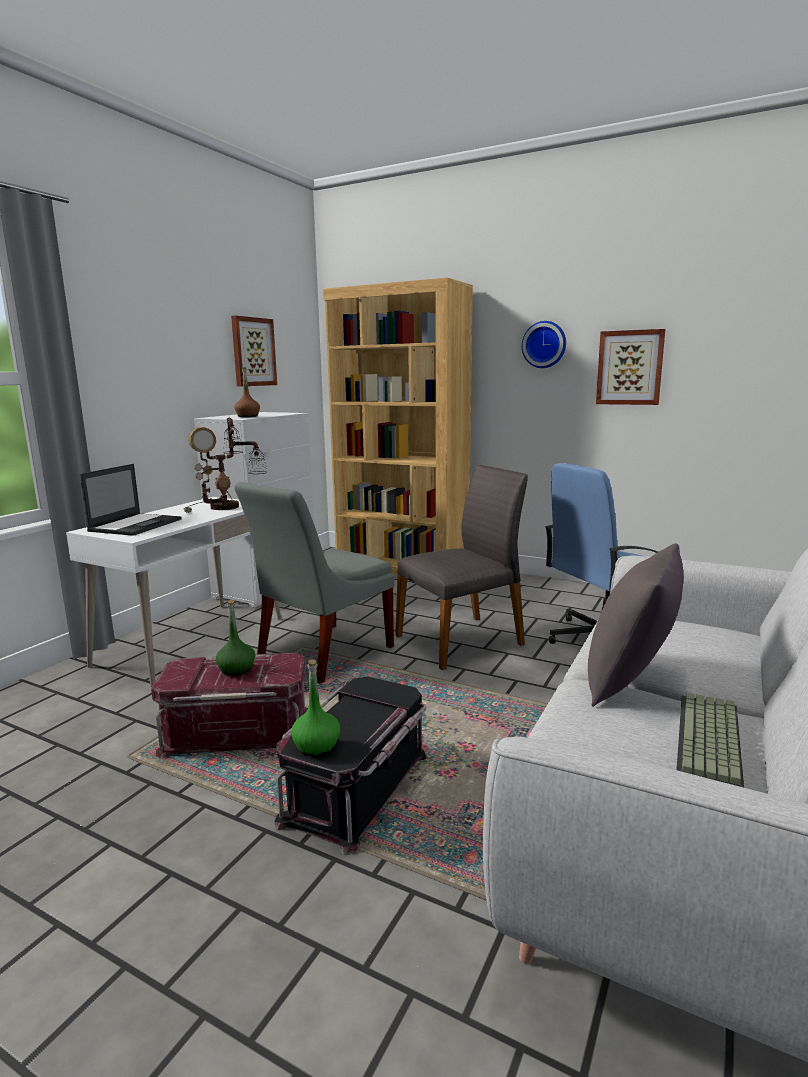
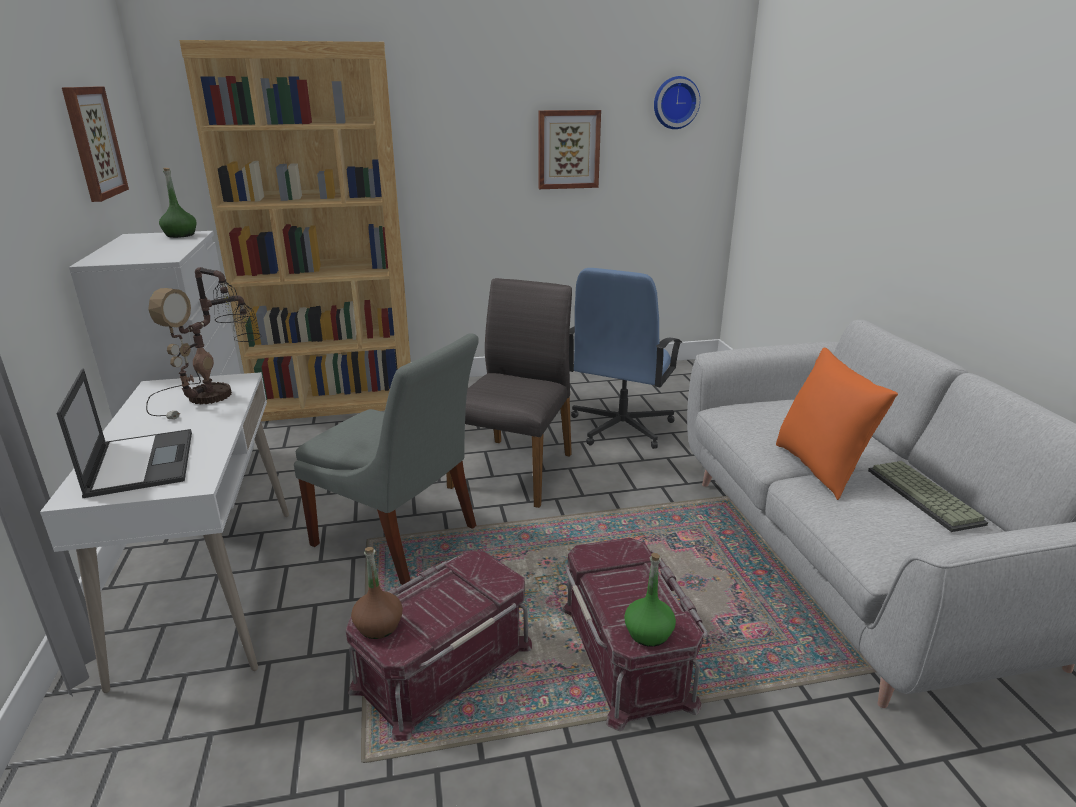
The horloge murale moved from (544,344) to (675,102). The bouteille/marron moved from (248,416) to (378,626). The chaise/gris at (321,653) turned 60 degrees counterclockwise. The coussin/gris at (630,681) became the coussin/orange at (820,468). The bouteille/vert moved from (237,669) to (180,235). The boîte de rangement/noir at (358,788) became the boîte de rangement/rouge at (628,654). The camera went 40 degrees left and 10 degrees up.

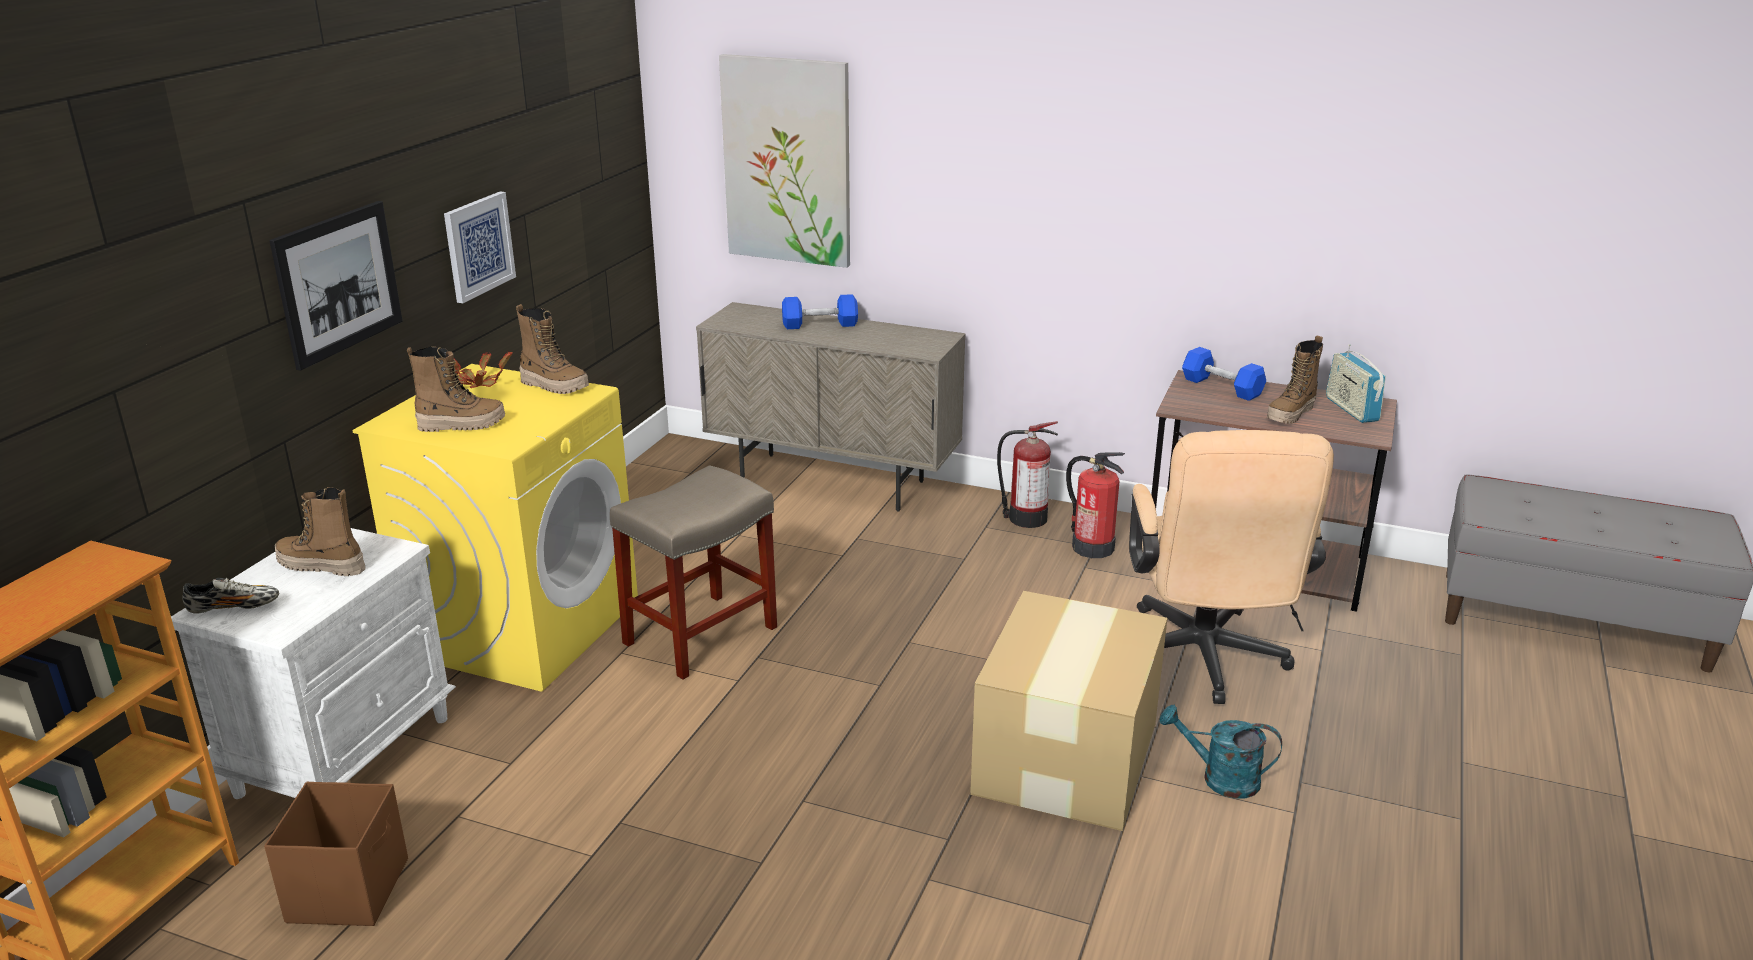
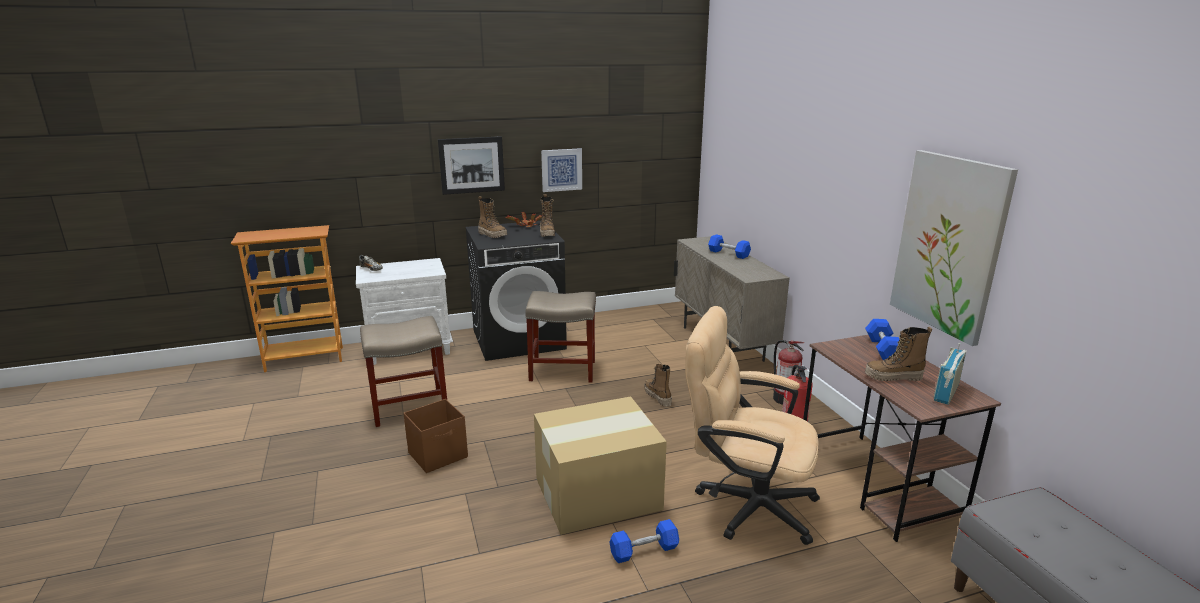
The tableau moved from (787,161) to (949,244). The lave-linge/jaune at (523,626) became the lave-linge/noir at (519,339). The chaise de bureau/beige at (1204,662) turned 60 degrees clockwise. The botte moved from (321,566) to (657,397). The arrosoir/turquoise at (1220,779) was replaced by the haltère/bleu at (644,550). The boîte de rangement/marron moved from (350,890) to (439,455). The tabouret/beige at (408,408) appeared. The camera went 50 degrees right and 5 degrees down.

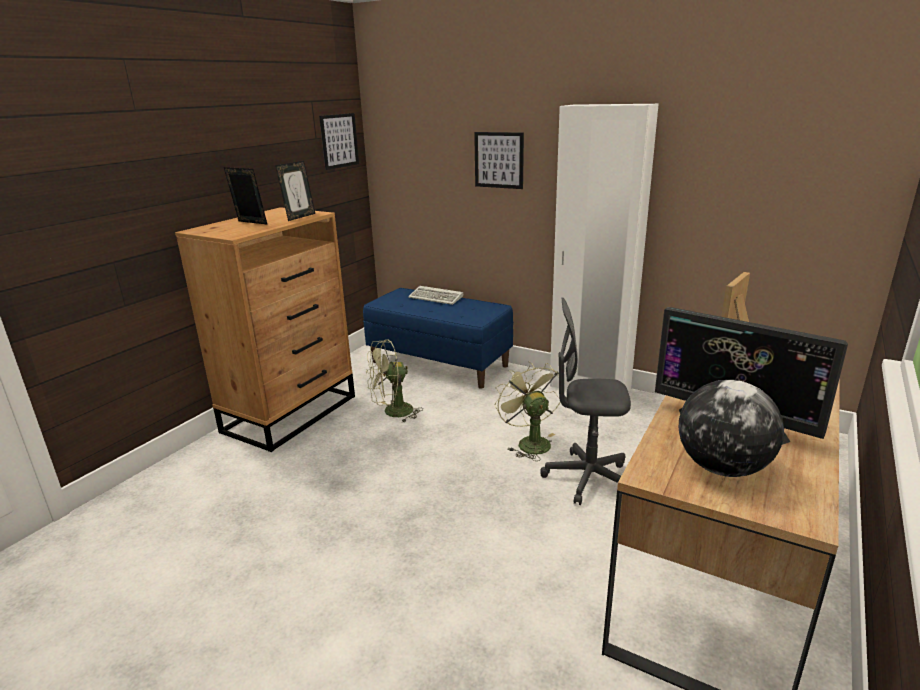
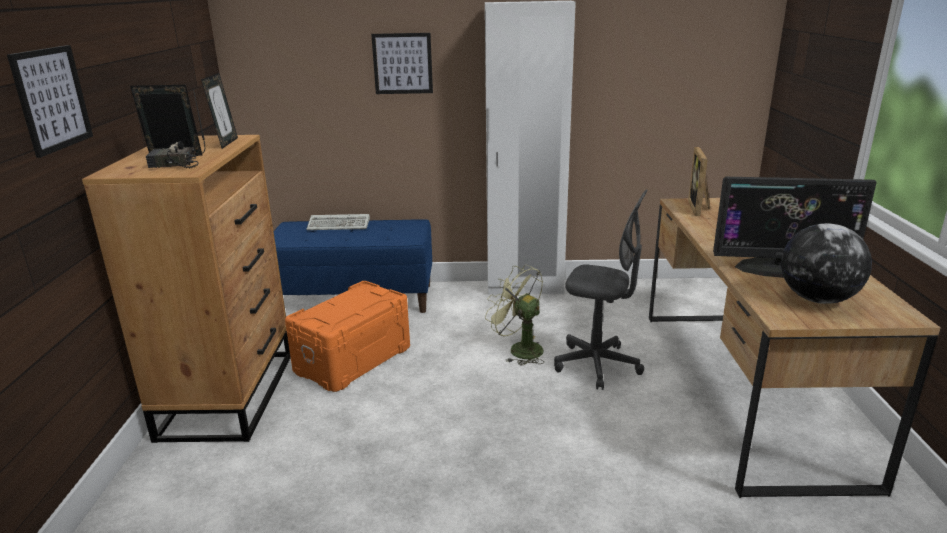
The tableau moved from (339,141) to (52,99). The chaise de bureau/gris at (587,478) turned 135 degrees counterclockwise. The ventilateur/vert at (392,413) was replaced by the boîte de rangement/orange at (354,360). The radio at (174,165) appeared. The camera went 30 degrees left and 0 degrees up.

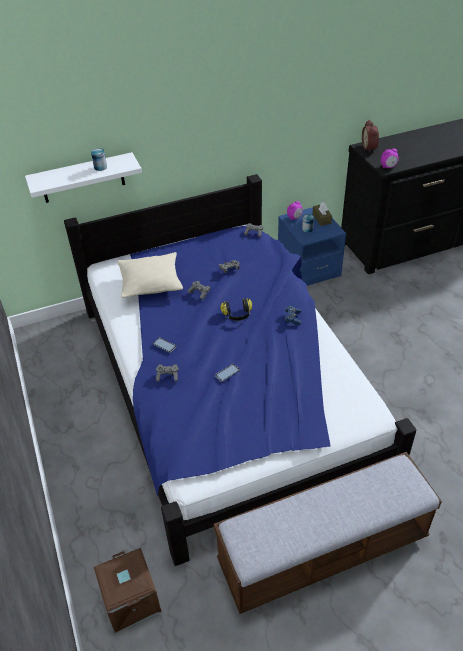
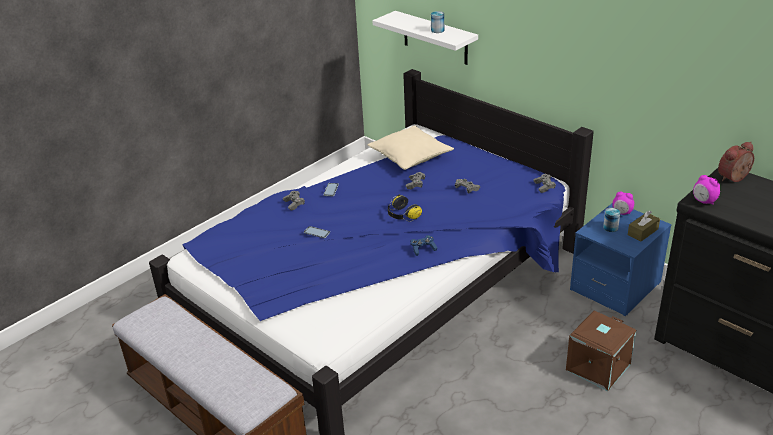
The boîte de rangement/marron moved from (130,600) to (597,366). The camera went 65 degrees right and 10 degrees down.

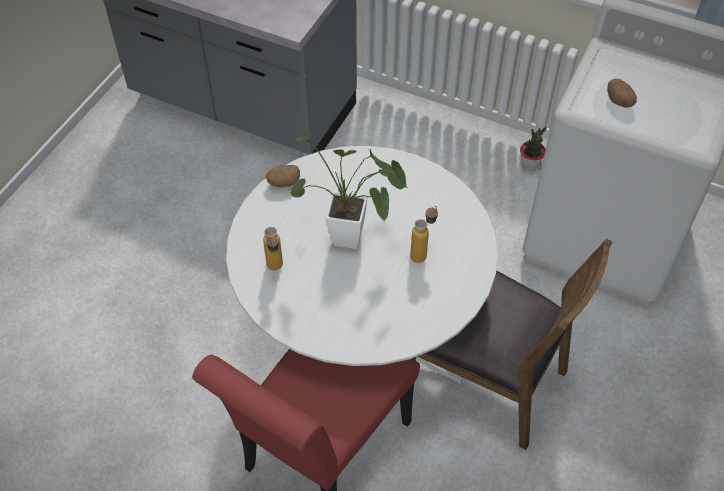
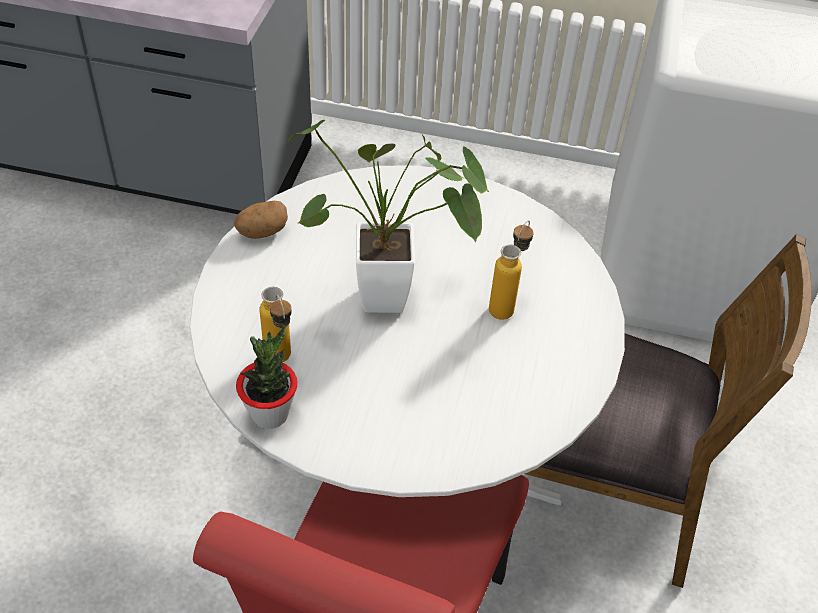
The pomme de terre at (619,102) disappeared. The plante en pot moved from (529,164) to (270,413). The camera went 15 degrees left and 5 degrees down.

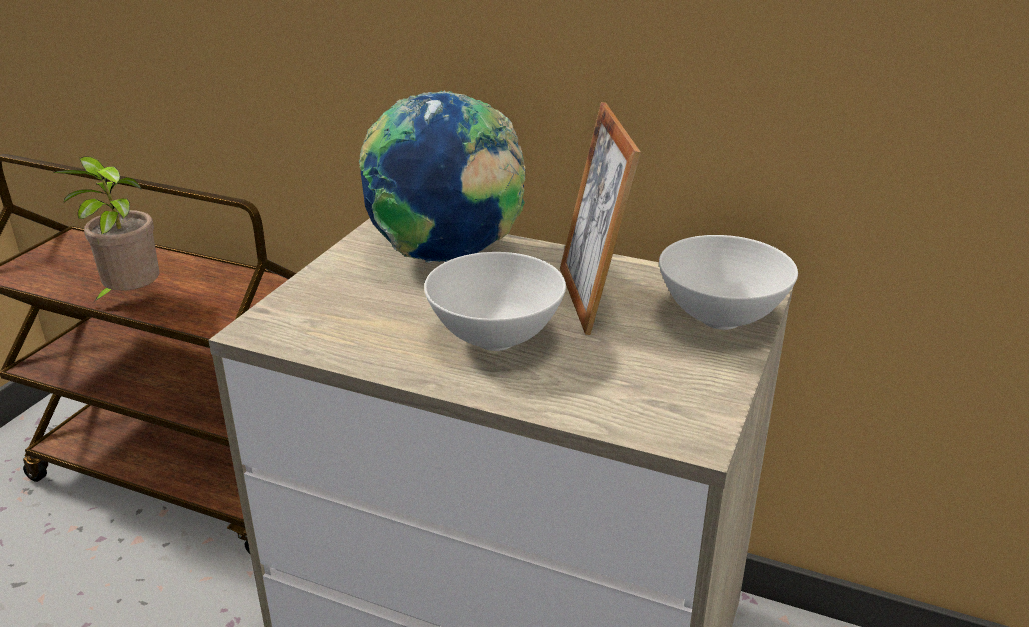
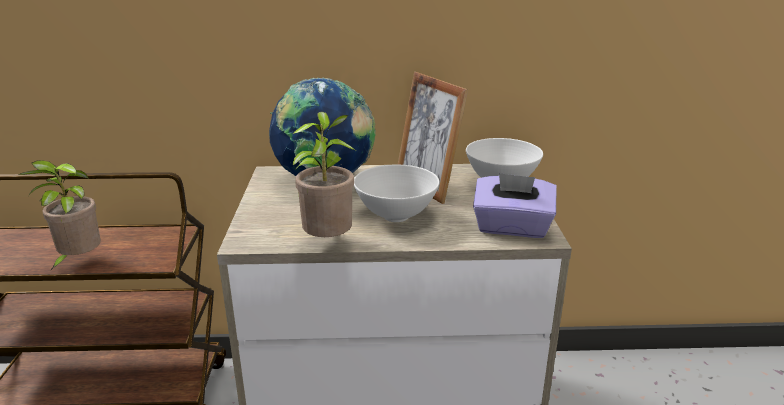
The plante en pot at (328,242) appeared. The boîte à mouchoirs/violet at (512,228) appeared. The camera went 25 degrees left and 5 degrees down.

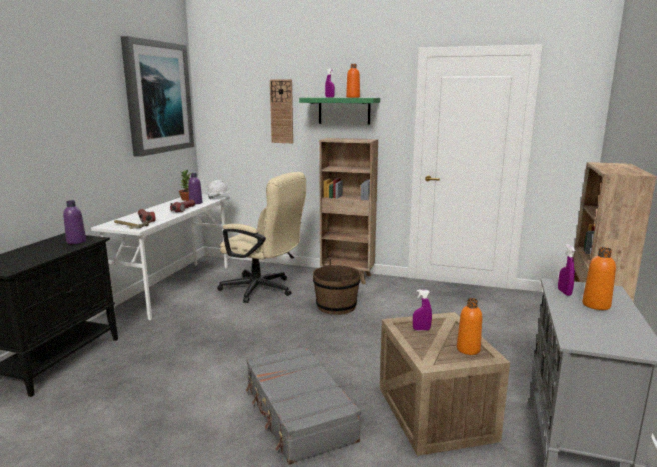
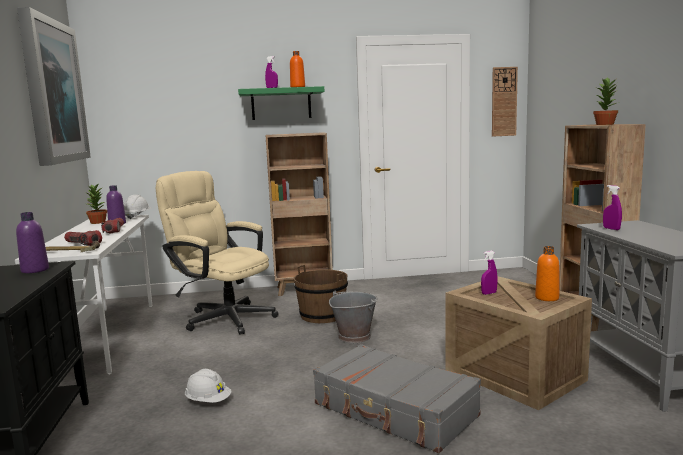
The horloge murale moved from (281,111) to (504,101). The chaise de bureau/beige at (263,290) turned 150 degrees counterclockwise. The bouteille/orange at (596,305) disappeared. The plante en pot at (605,124) appeared. The seau/gris at (354,336) appeared. The casque de chantier/blanc at (208,401) appeared. The camera went 25 degrees left and 5 degrees down.

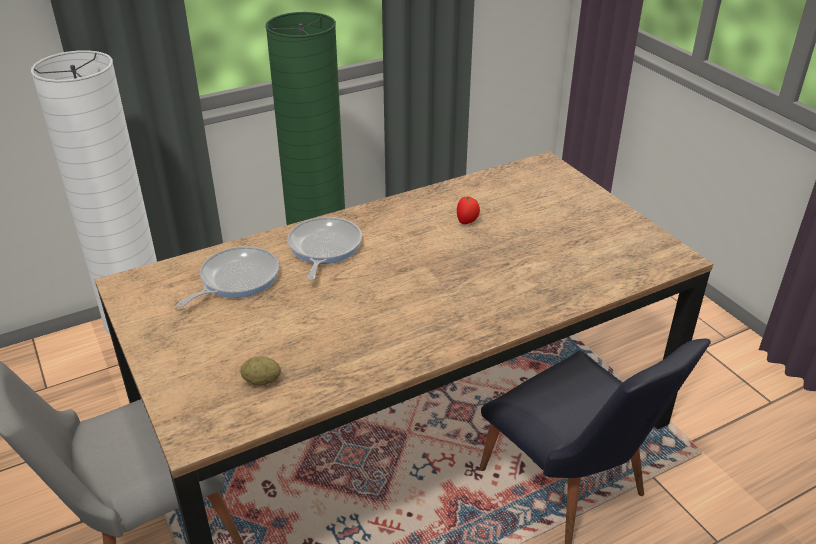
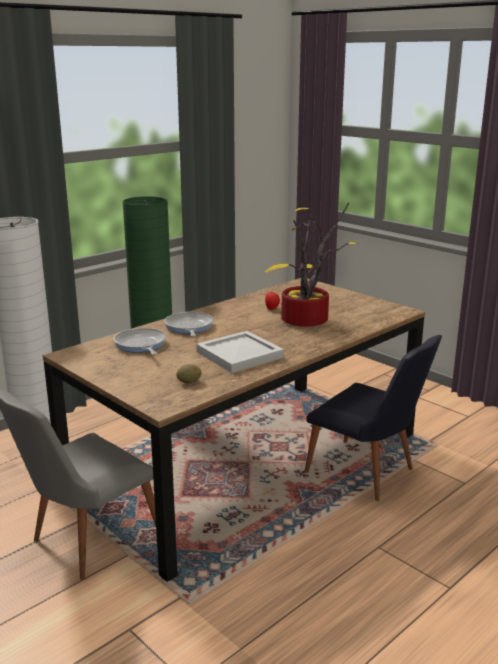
The poêle at (236,279) turned 45 degrees counterclockwise. The plante en pot at (306,322) appeared. The plateau/blanc at (241,355) appeared. The camera went 15 degrees left and 15 degrees down.

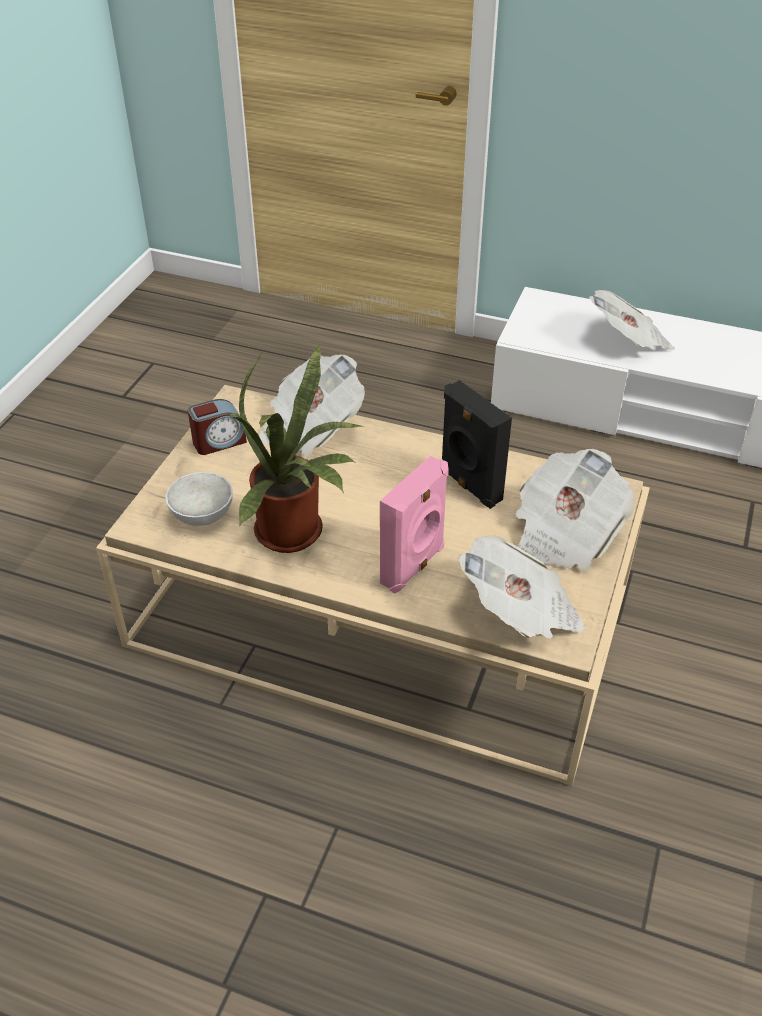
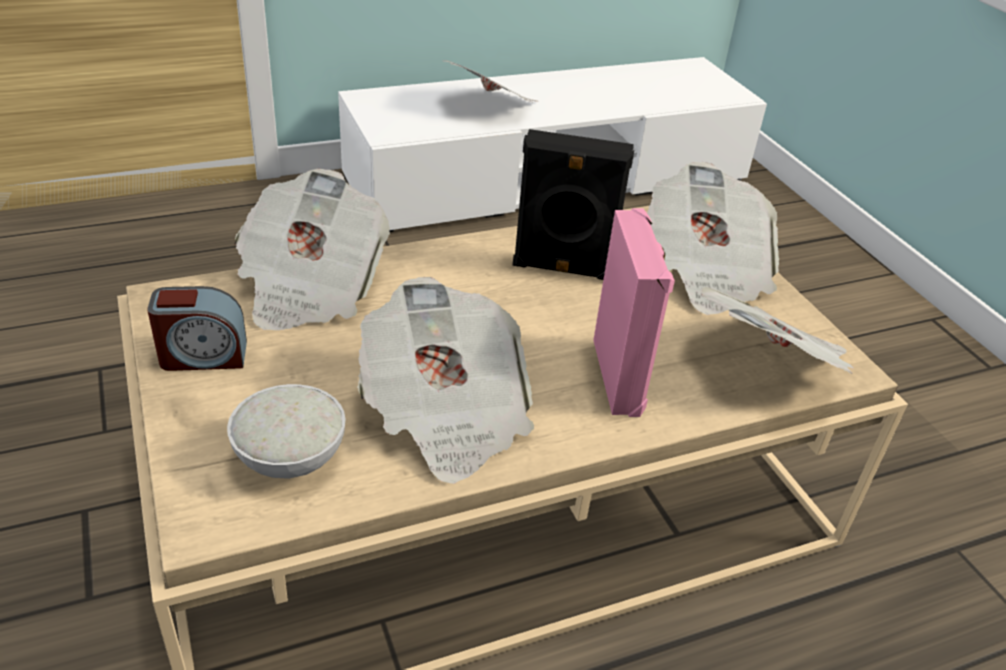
The plante en pot at (295,534) was replaced by the journal at (446,414). The réveil at (219,442) turned 60 degrees clockwise. The camera went 45 degrees left and 5 degrees down.

